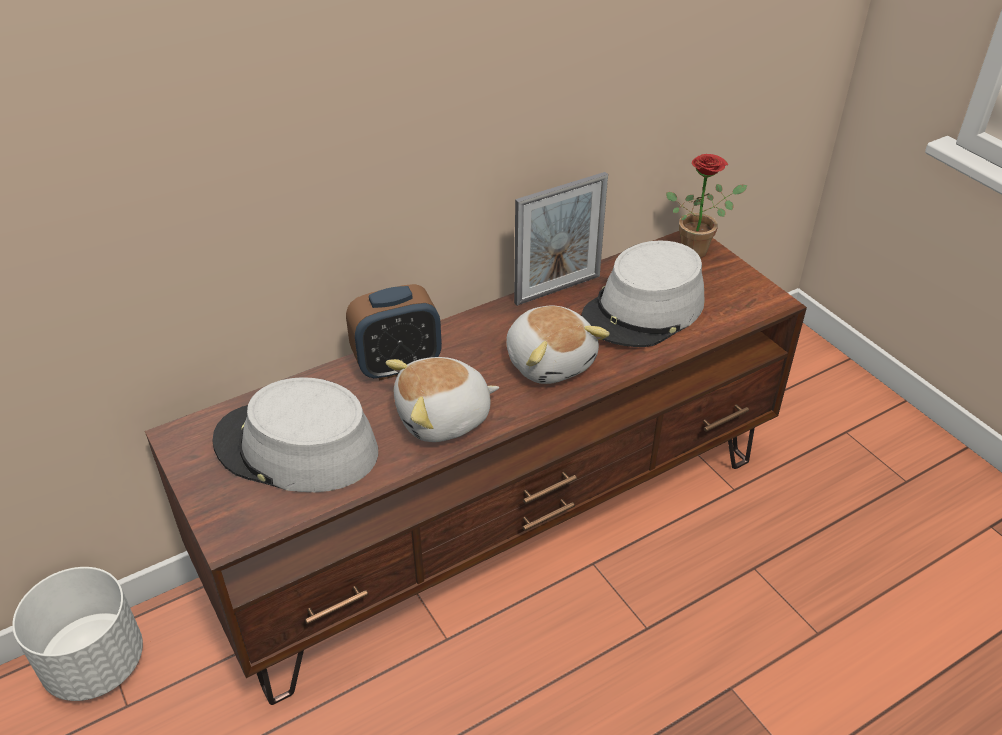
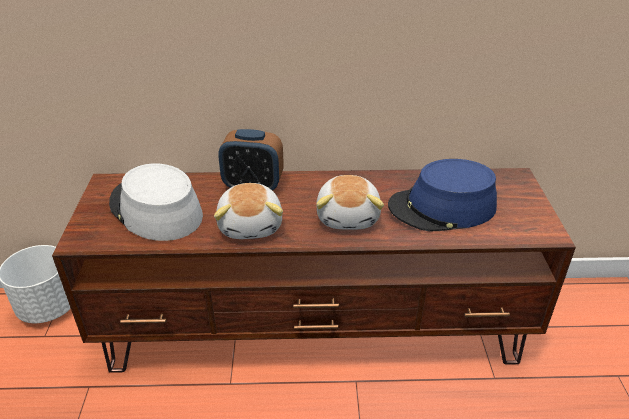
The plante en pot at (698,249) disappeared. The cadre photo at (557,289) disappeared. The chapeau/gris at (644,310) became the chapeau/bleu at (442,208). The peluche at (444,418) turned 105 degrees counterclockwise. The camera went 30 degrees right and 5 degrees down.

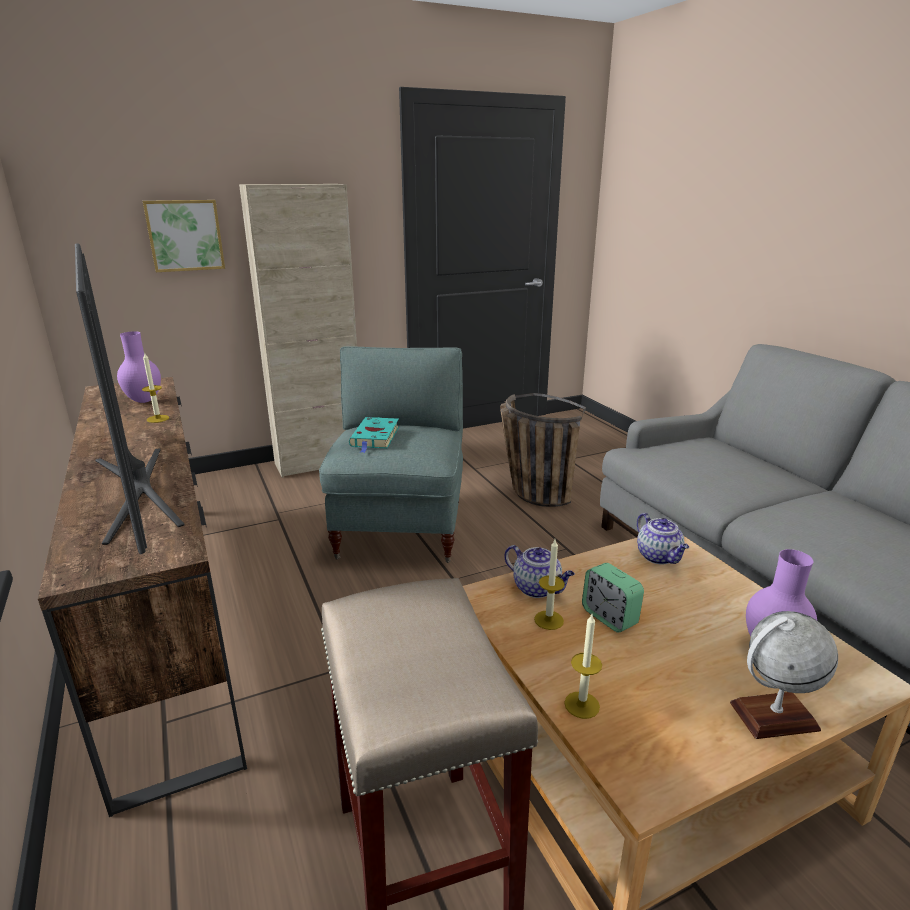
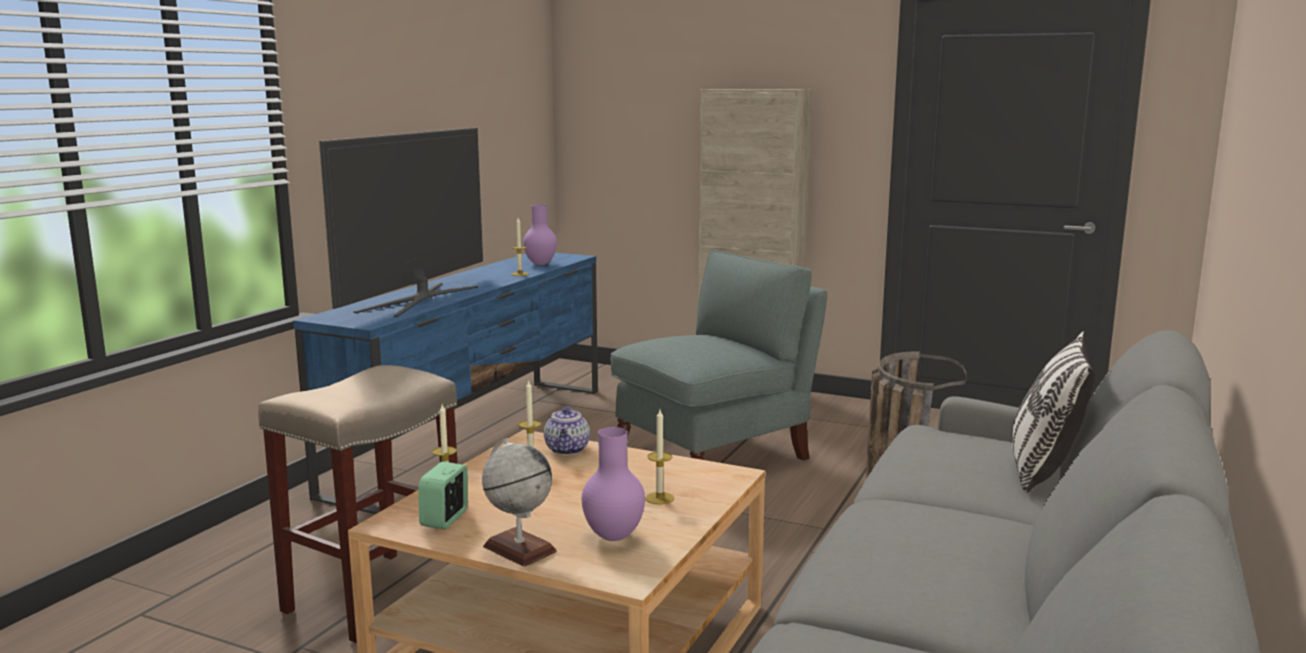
The tableau at (185,235) disappeared. The meuble télé/marron at (168,615) became the meuble télé/bleu at (476,437). The livre/turquoise at (375,437) disappeared. The théière at (659,557) disappeared. The réveil moved from (609,617) to (445,519). The coussin at (1043,471) appeared. The bougie at (659,498) appeared. The camera went 50 degrees right and 10 degrees down.

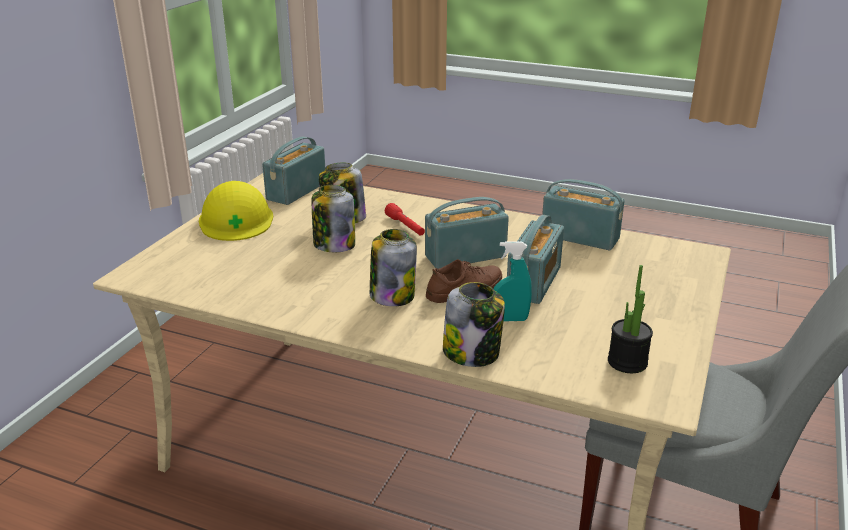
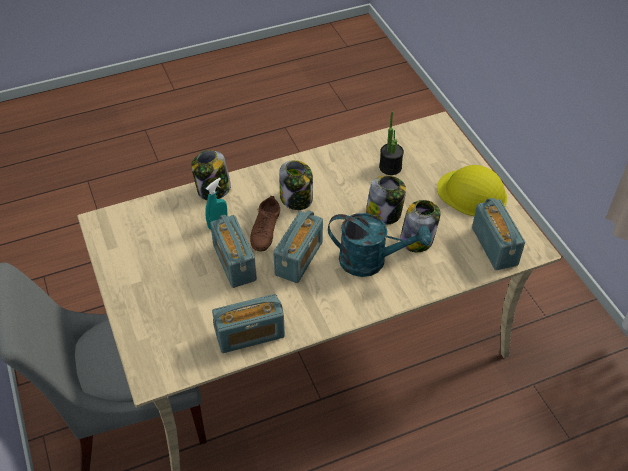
The lampe de poche/rouge at (405,226) was replaced by the arrosoir/turquoise at (371,261). The plante en pot moved from (627,362) to (390,167). The camera went 135 degrees right and 20 degrees up.

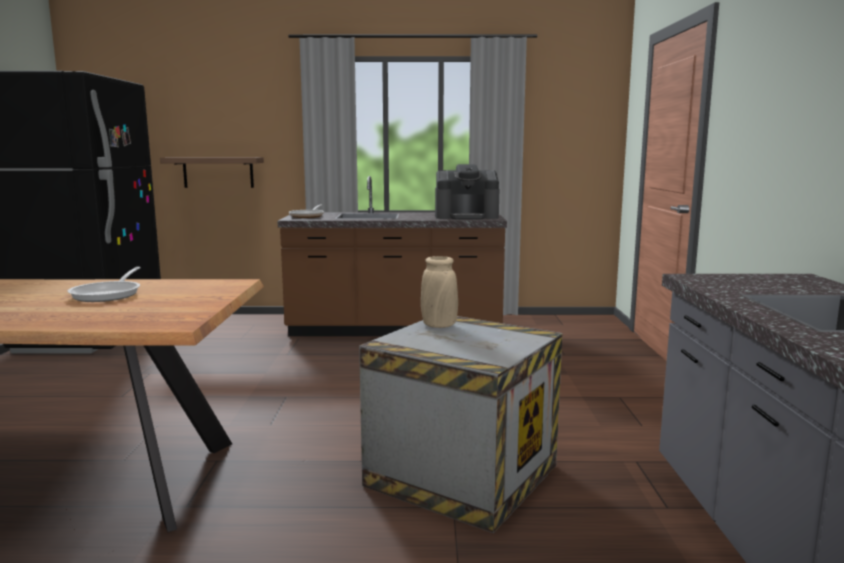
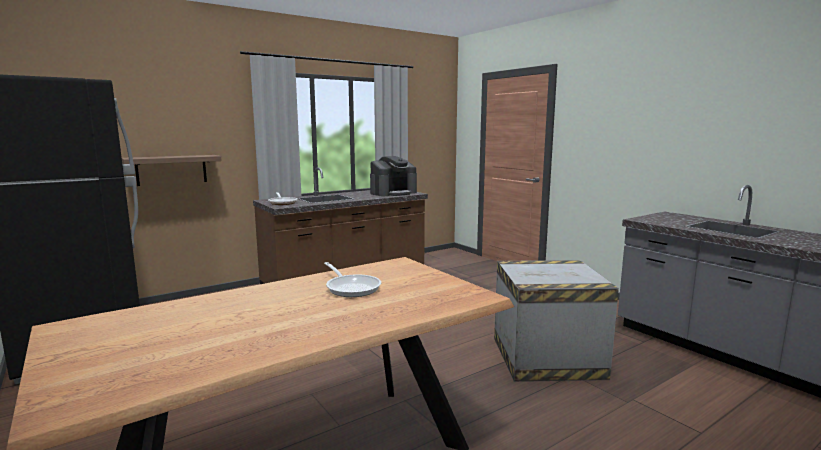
The vase/beige at (439,326) disappeared. The camera went 35 degrees left and 0 degrees up.

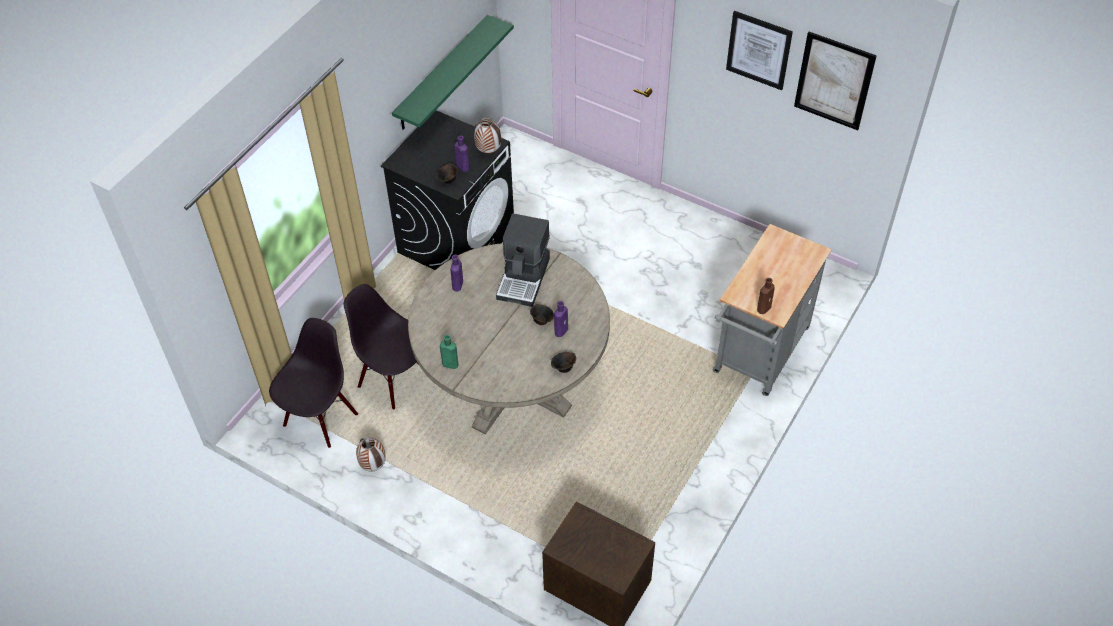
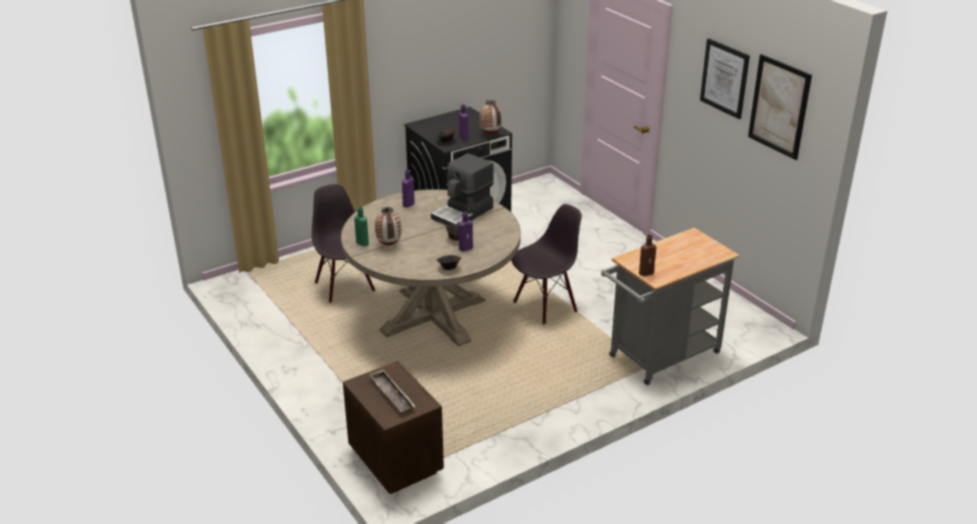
The étagère/vert at (442,74) disappeared. The chaise/noir moved from (320,419) to (544,306). The vase moved from (373,466) to (388,245). The plateau at (392,394) appeared. The camera went 25 degrees right and 20 degrees down.

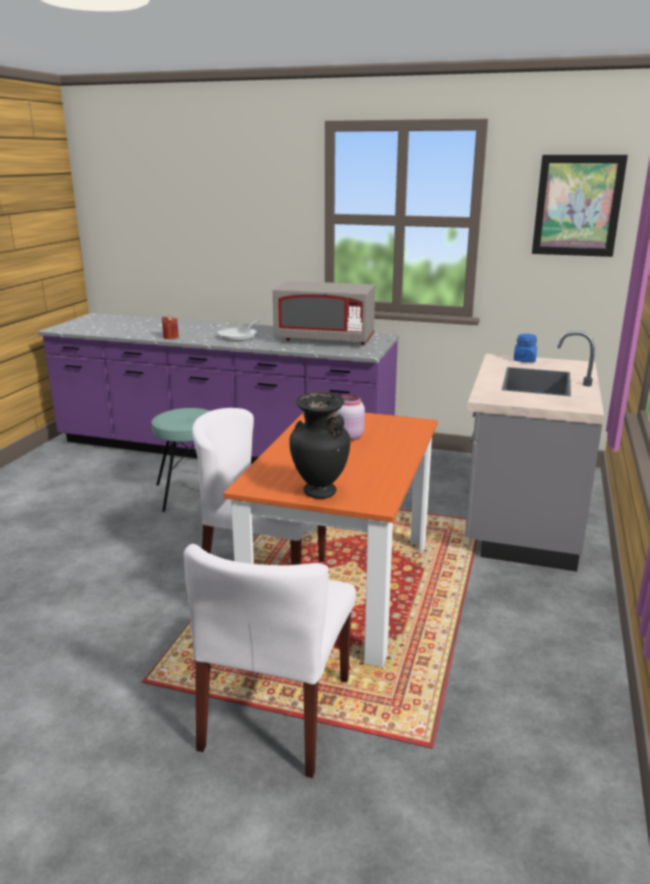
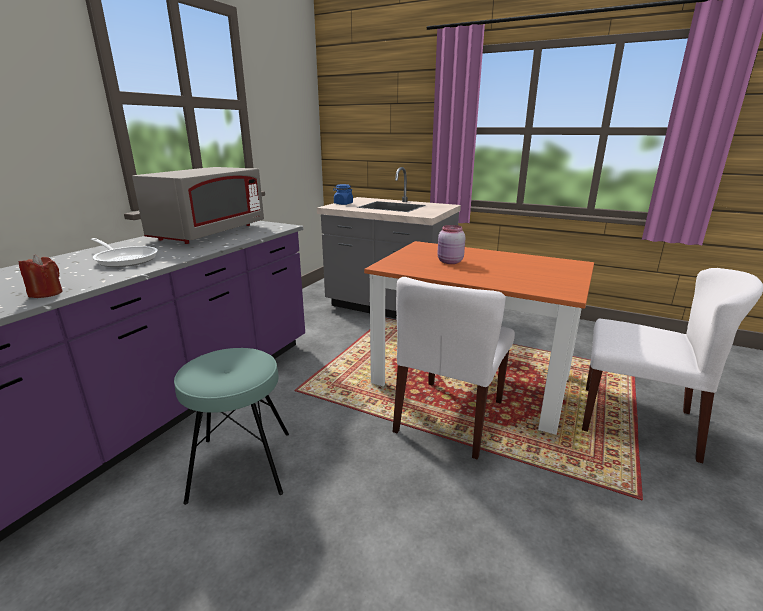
The tableau at (577,206) disappeared. The vase/noir at (319,493) disappeared. The camera went 80 degrees left and 0 degrees up.

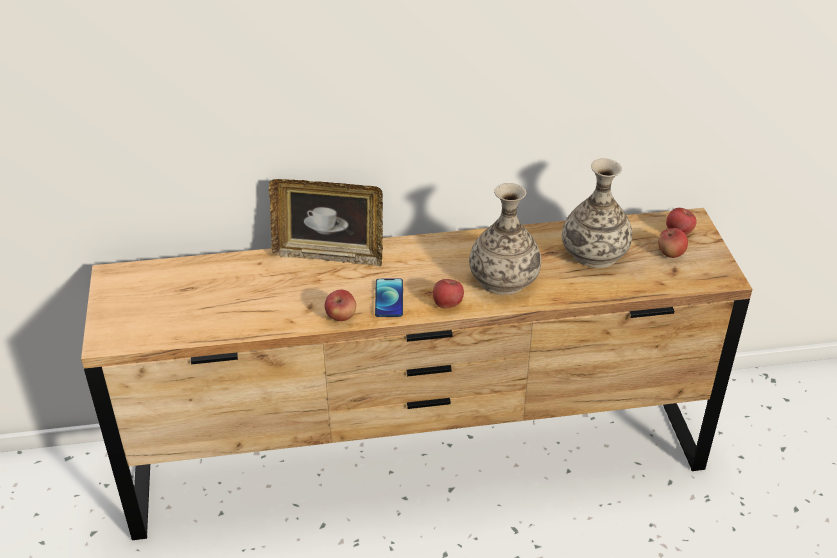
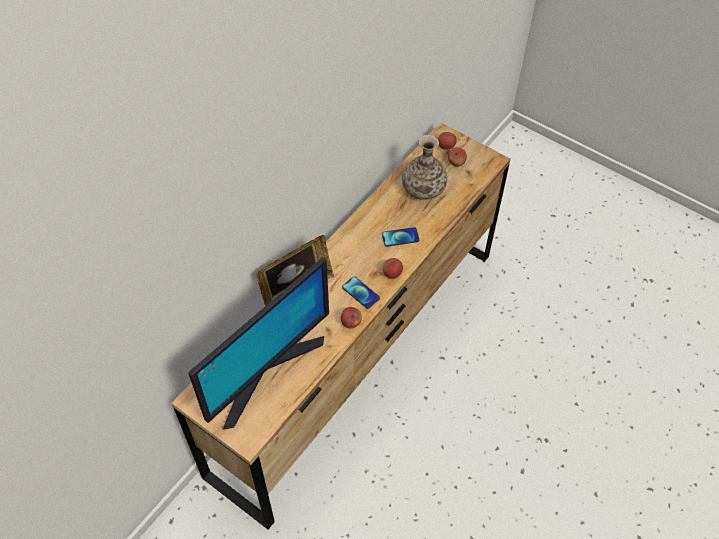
The vase at (503,279) was replaced by the téléphone at (400,237). The écran d'ordinateur at (265,372) appeared. The camera went 45 degrees left and 15 degrees up.

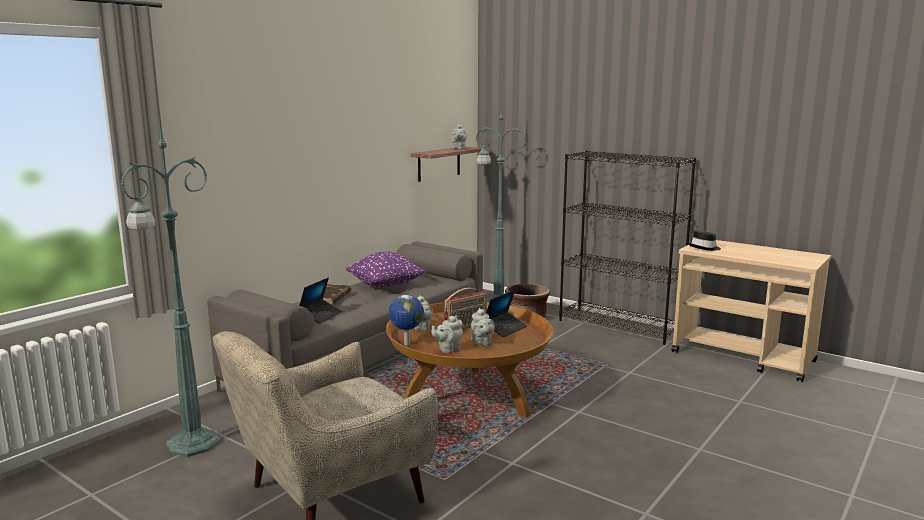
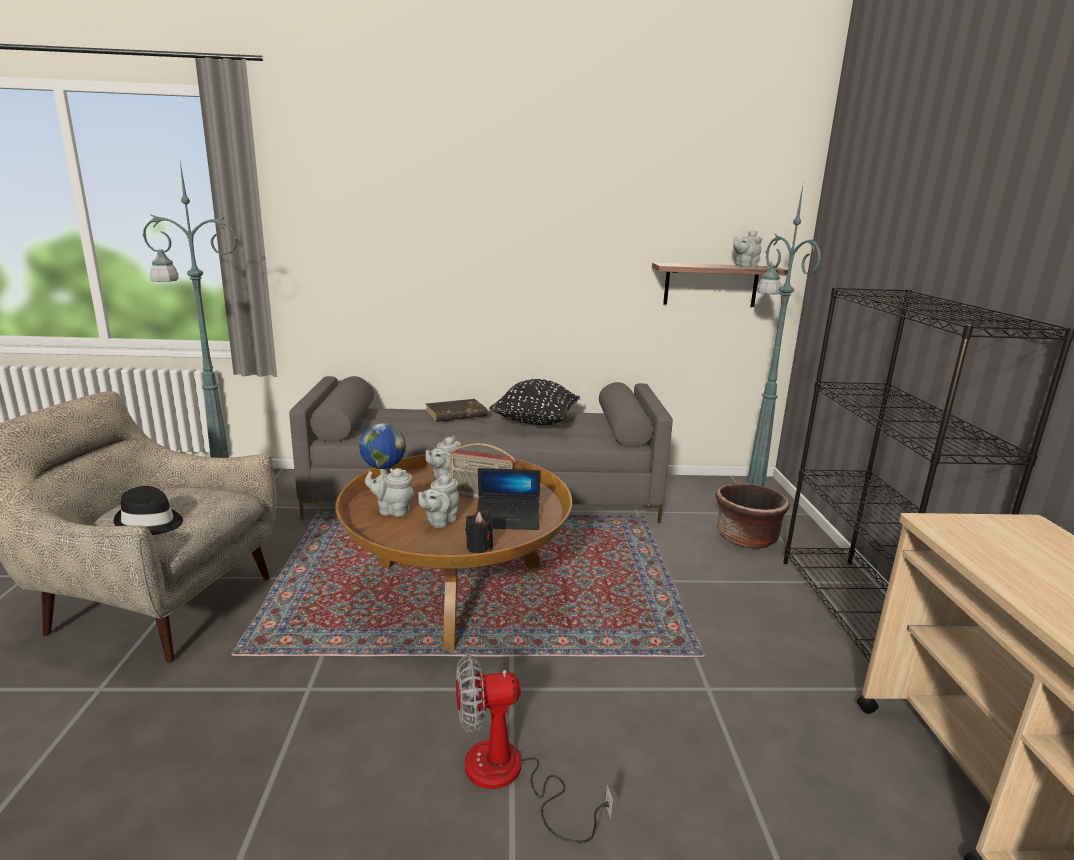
The chapeau/noir moved from (704,248) to (150,523). The coussin/violet at (386,286) became the coussin/noir at (535,423). The ordinateur portable at (320,315) disappeared. The bougie/noir at (479,547) appeared. The ventilateur at (509,777) appeared. The camera went 50 degrees right and 5 degrees up.

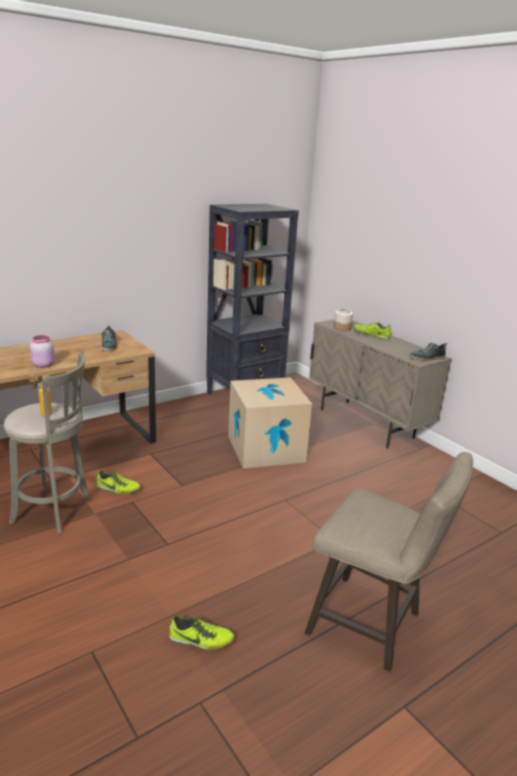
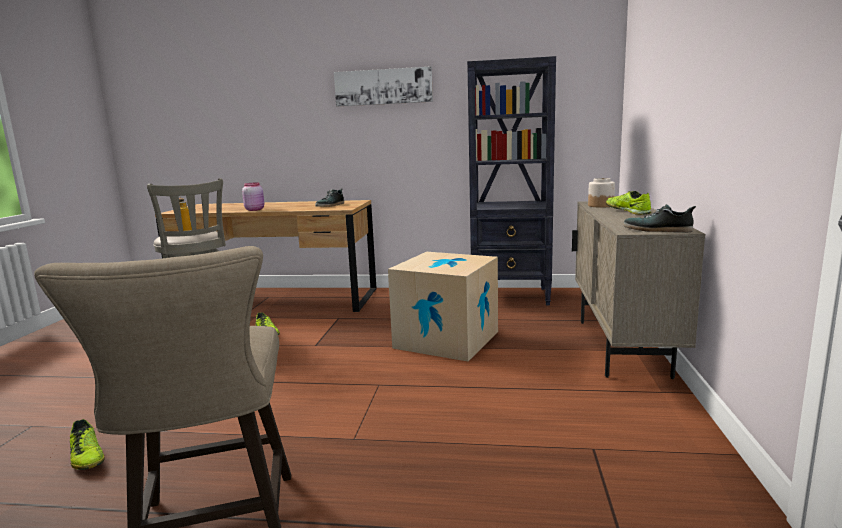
The tableau at (383,87) appeared. The camera went 45 degrees right and 10 degrees down.

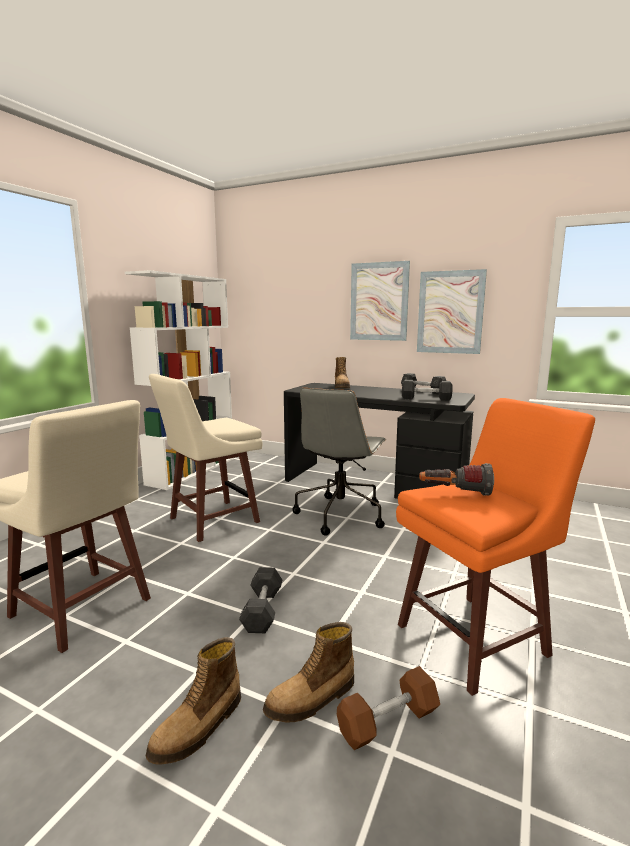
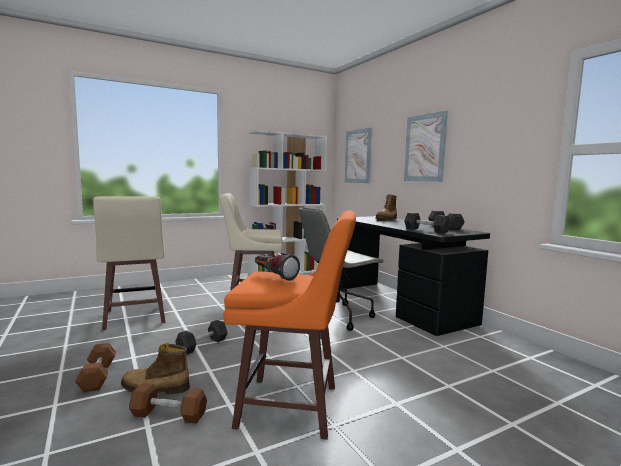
The tableau moved from (450,312) to (358,156). The botte at (199,728) was replaced by the haltère/marron at (97,376). The camera went 35 degrees right and 5 degrees down.

